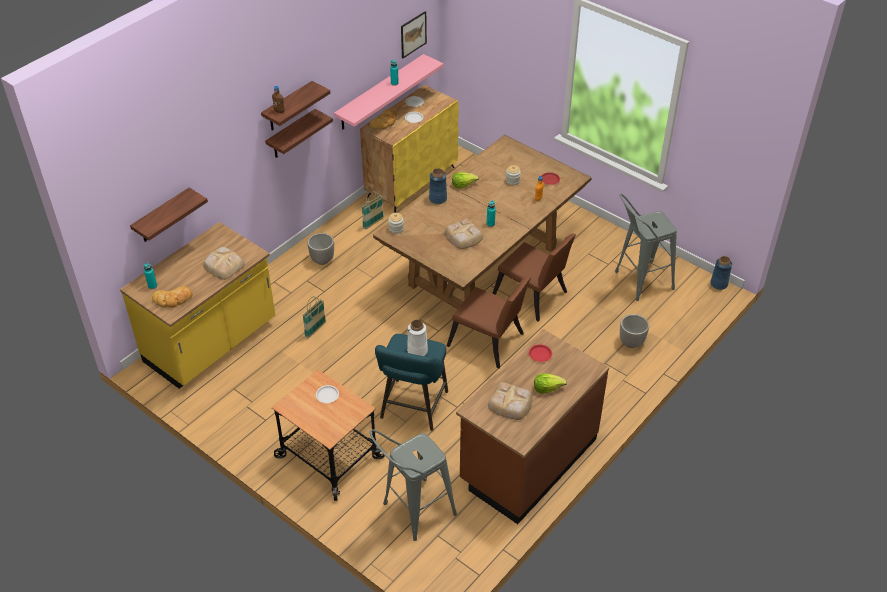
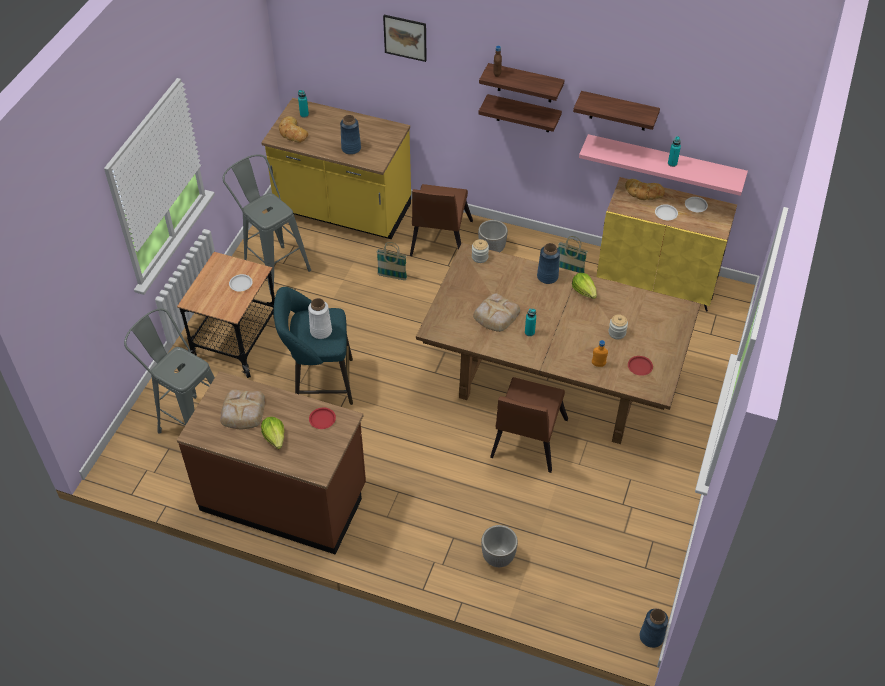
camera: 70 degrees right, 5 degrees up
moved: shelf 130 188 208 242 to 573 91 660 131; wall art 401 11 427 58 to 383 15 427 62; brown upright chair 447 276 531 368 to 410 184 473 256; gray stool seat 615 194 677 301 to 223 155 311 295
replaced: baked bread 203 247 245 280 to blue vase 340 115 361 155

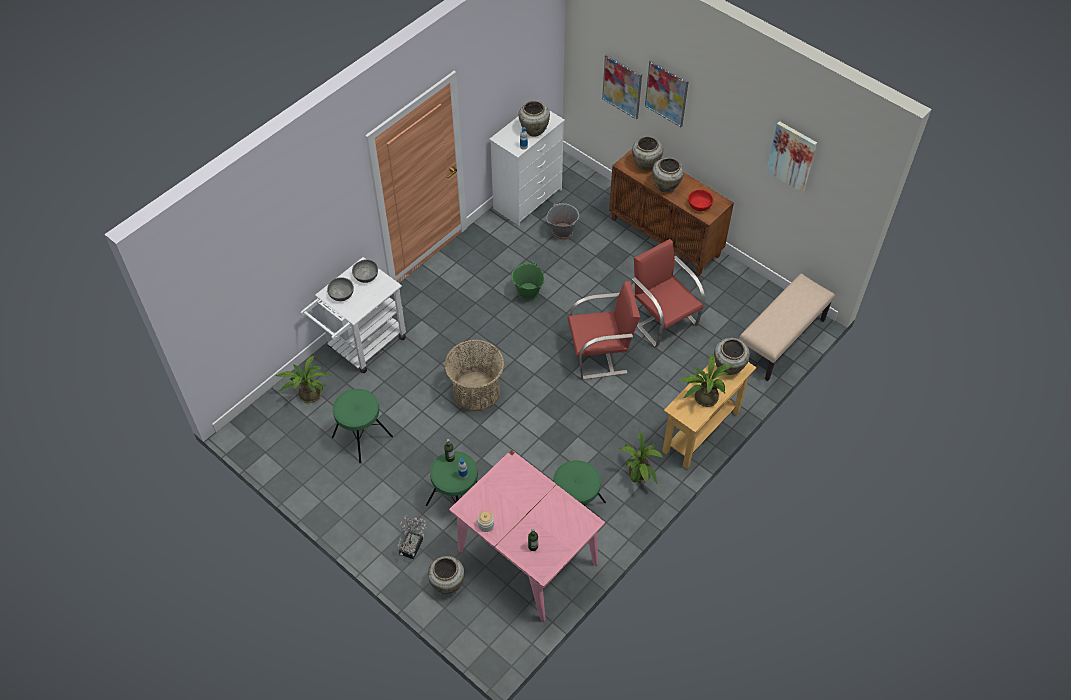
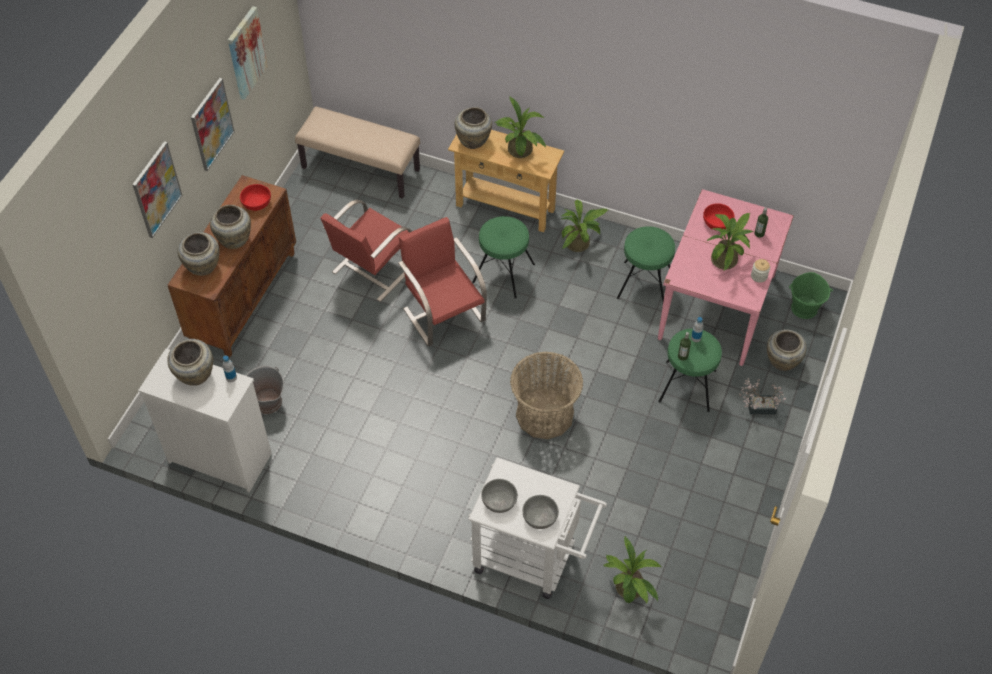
camera: 110 degrees left, 0 degrees up
added: red deep dish 703 203 735 230; plant in a pot 706 213 753 270
moved: green stool seat 332 389 393 463 to 472 216 535 299; green pail 511 263 544 302 to 789 272 833 319; wall art 602 54 642 120 to 191 78 235 171

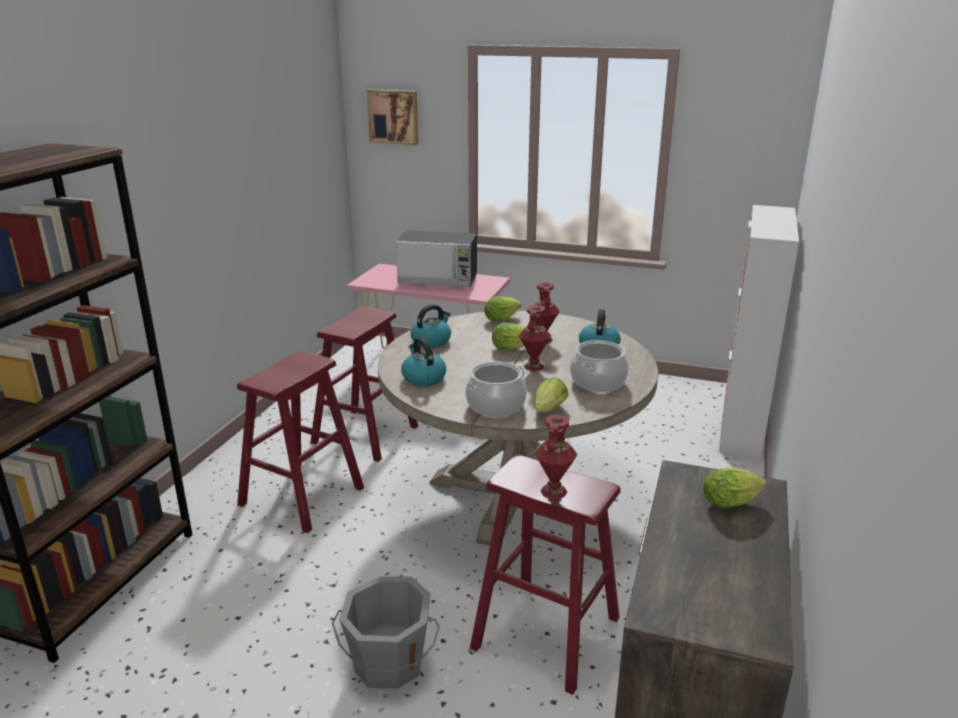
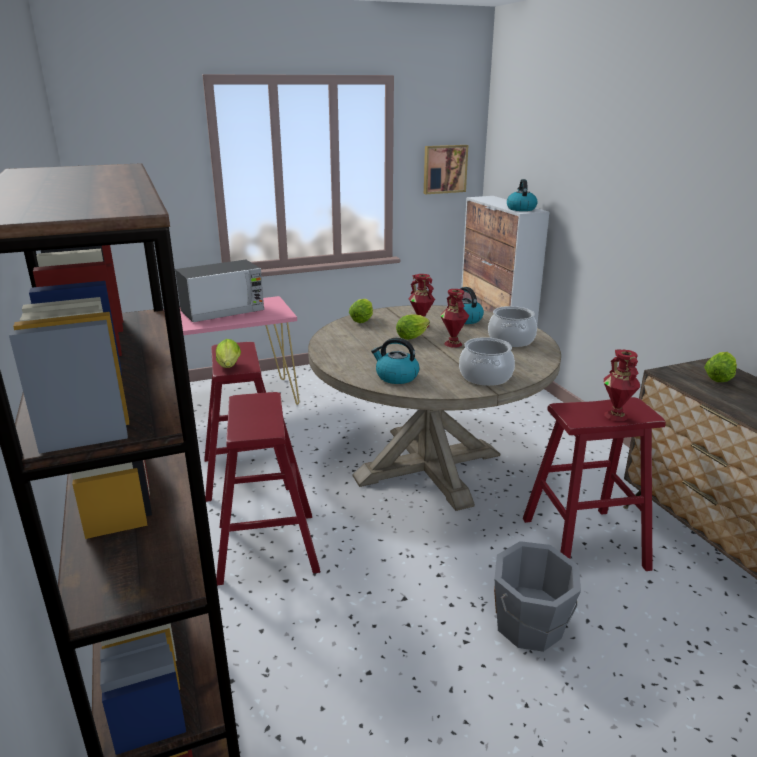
camera: 40 degrees left, 0 degrees up
moved: wall art 367 89 418 145 to 424 145 468 194; water kettle 410 304 451 348 to 507 179 538 211; lettuce head 535 377 569 412 to 216 339 241 368

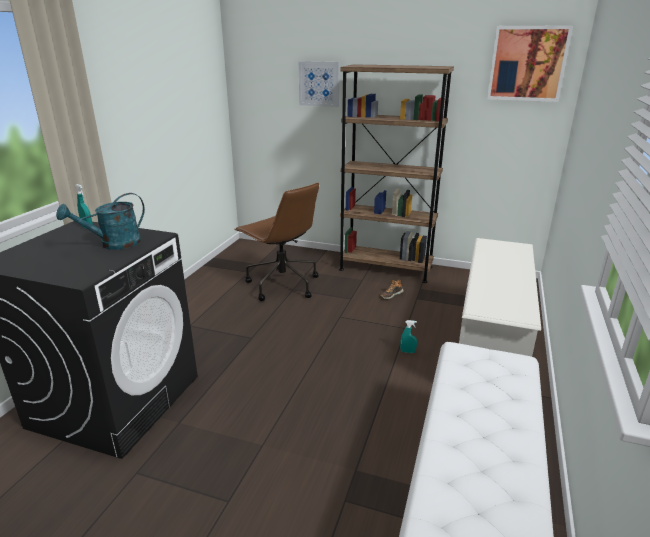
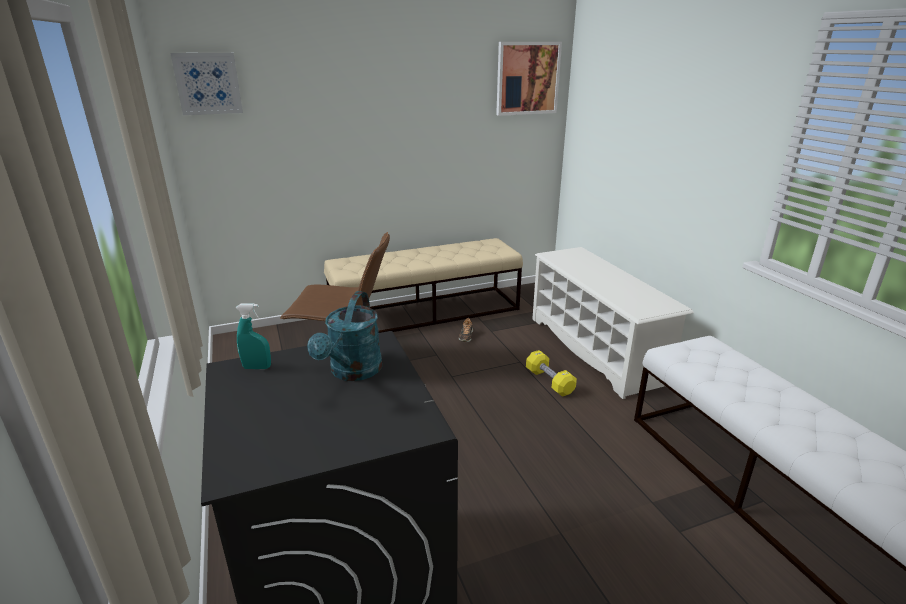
camera: 40 degrees left, 0 degrees up
moved: wall art 299 61 339 107 to 170 53 243 115
replaced: brown shelving unit 339 64 454 283 to sand-coloured long seat 324 238 523 333; blue-green hand sprayer 400 320 417 353 to yellow free weight 526 350 577 397

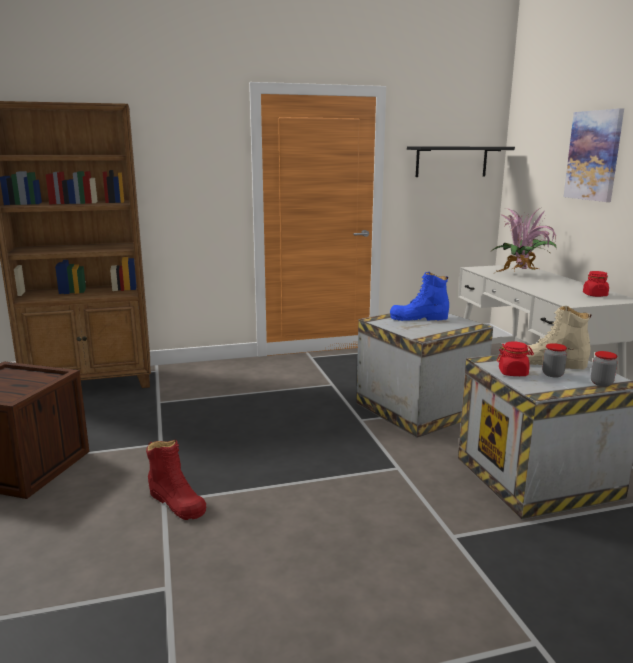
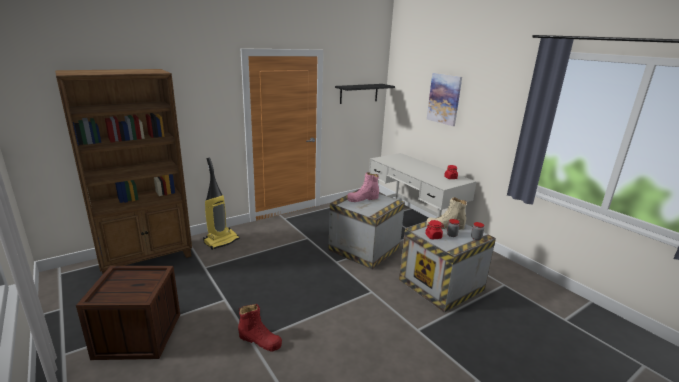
camera: 20 degrees left, 5 degrees up
removed: plant in a pot 491 208 557 273
added: hoover 203 158 240 250
recoloured: blue high-top boot 390 272 449 321 to pink high-top boot 347 172 379 202

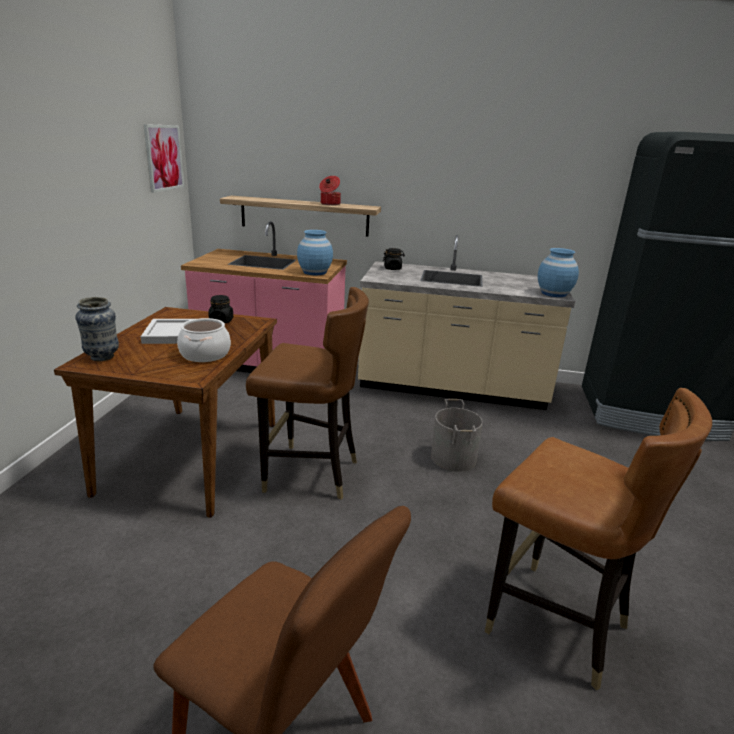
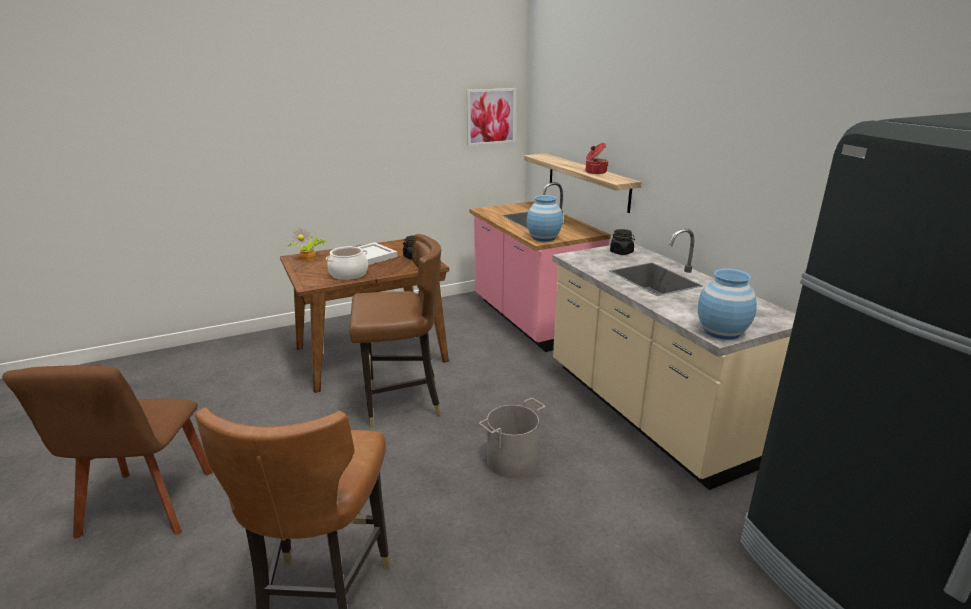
camera: 55 degrees right, 0 degrees up
replaced: vase 75 297 119 361 to plant in a pot 288 228 327 261
turned: brown upright chair 246 287 369 500 = 350 234 441 428 75 degrees counterclockwise

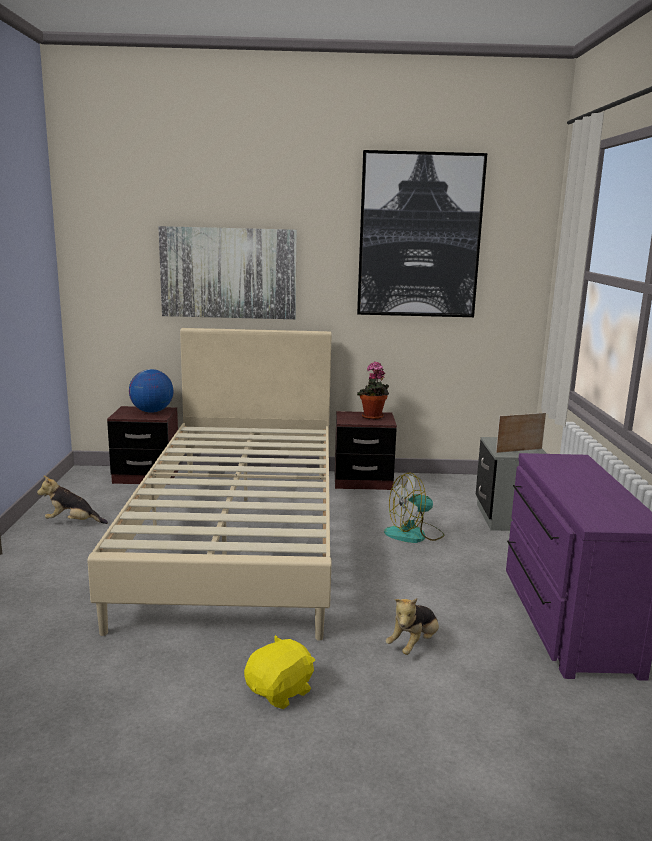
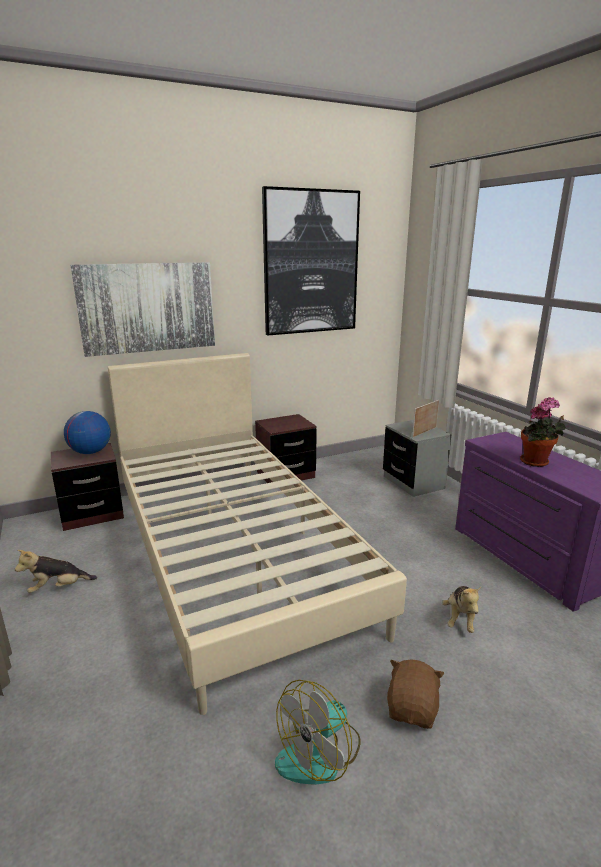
camera: 25 degrees left, 5 degrees up
moved: plant in a pot 357 362 389 420 to 520 397 566 467; fan 384 472 444 543 to 275 680 361 785
recoloured: yellow cuddly toy 244 635 315 709 to brown cuddly toy 387 659 445 729

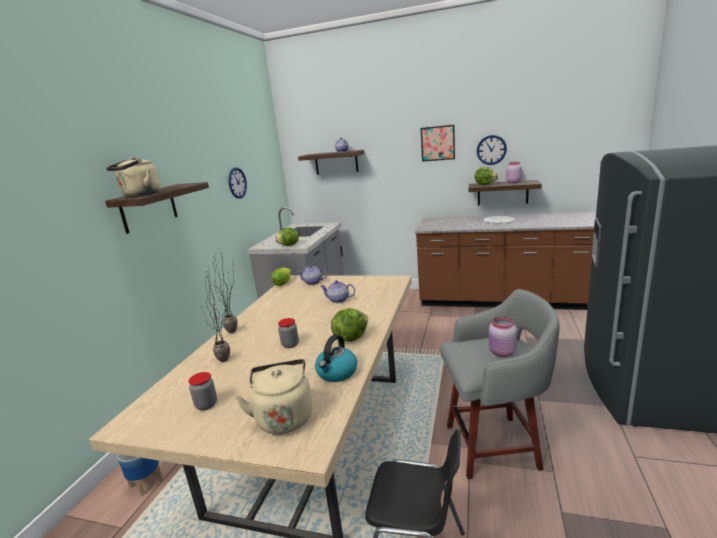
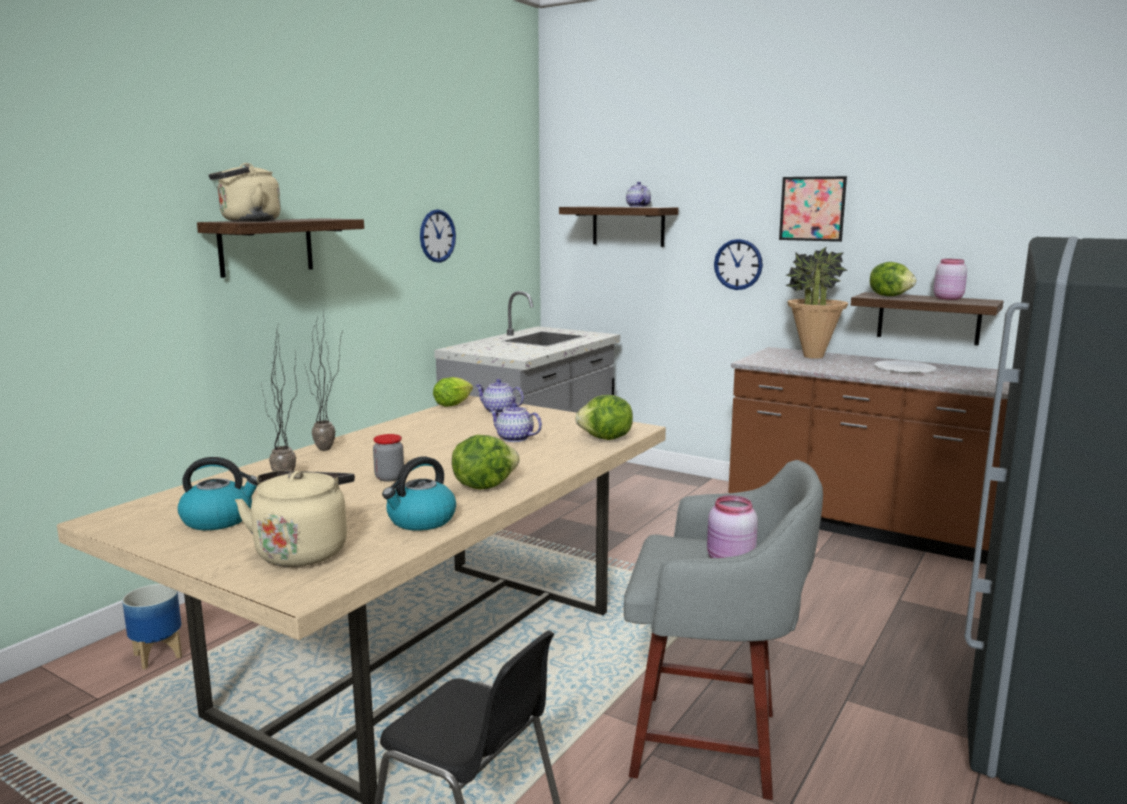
camera: 15 degrees right, 5 degrees down
added: plant in a pot 785 247 848 359
moved: lettuce head 275 228 299 246 to 575 395 633 440; clock on the wall 476 135 507 165 to 714 239 763 290
replaced: jar 188 372 217 410 to water kettle 177 457 258 530

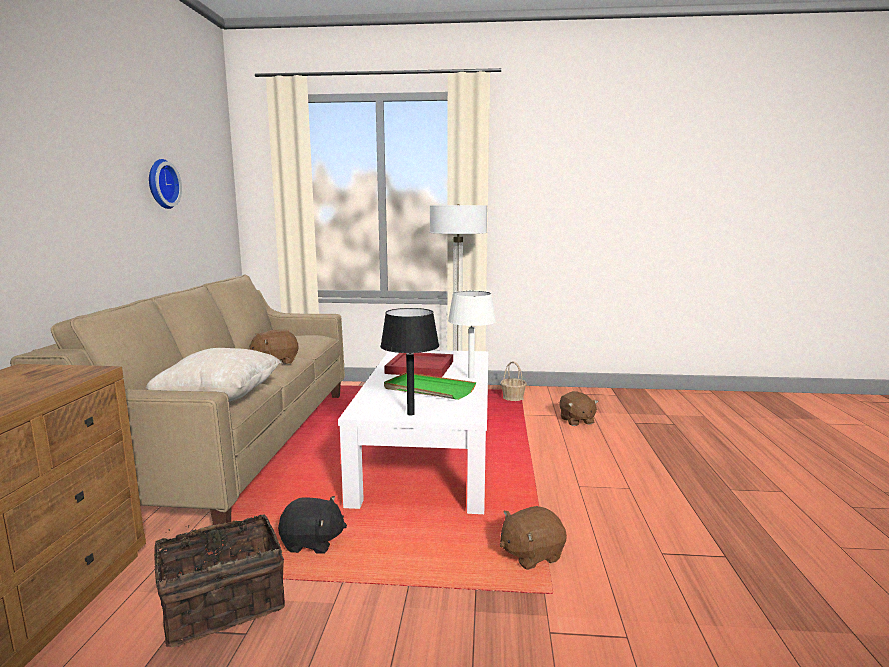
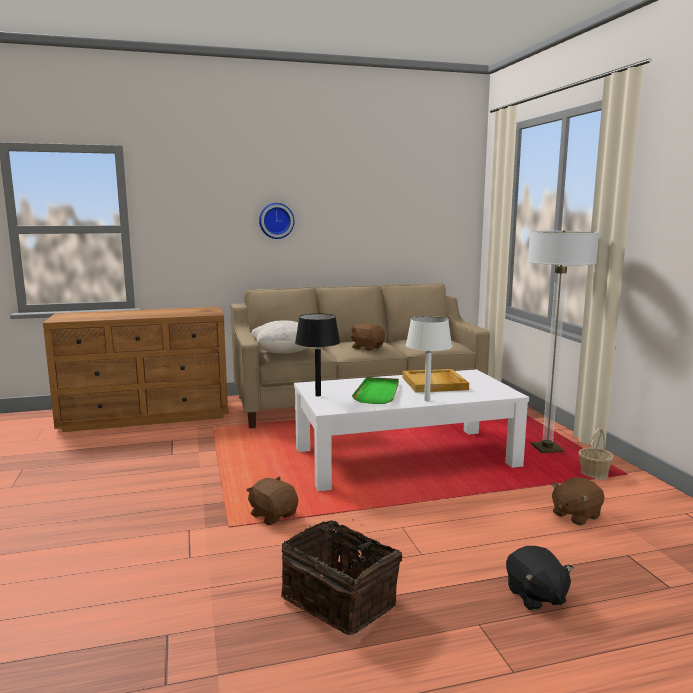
camera: 70 degrees right, 0 degrees up
moved: clock on the wall 149 159 182 209 to 259 203 294 239; household basket 154 514 285 647 to 281 519 402 635; blackish cuddly toy 278 496 347 554 to 506 546 574 611
recoloured: red tray 384 353 453 377 to sand-coloured tray 402 369 469 393

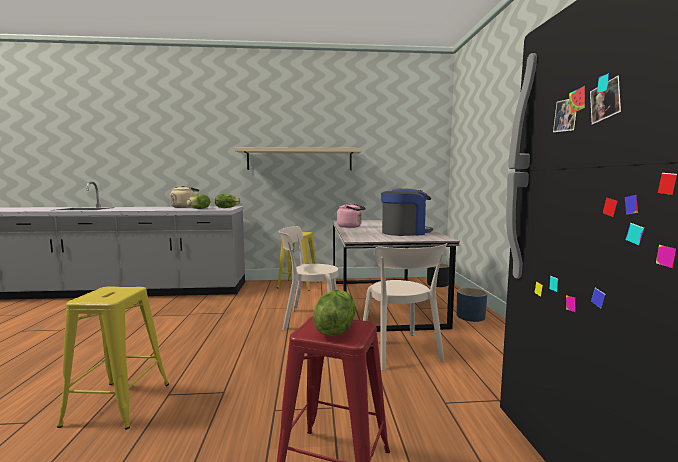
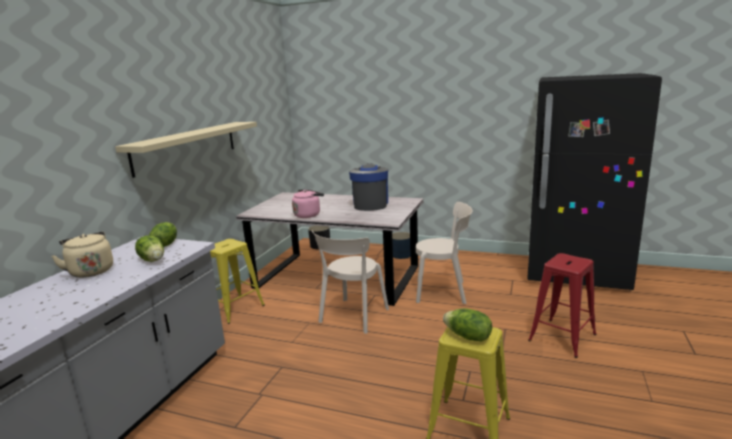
camera: 65 degrees left, 10 degrees up
moved: lettuce head 313 290 355 336 to 443 308 492 341

